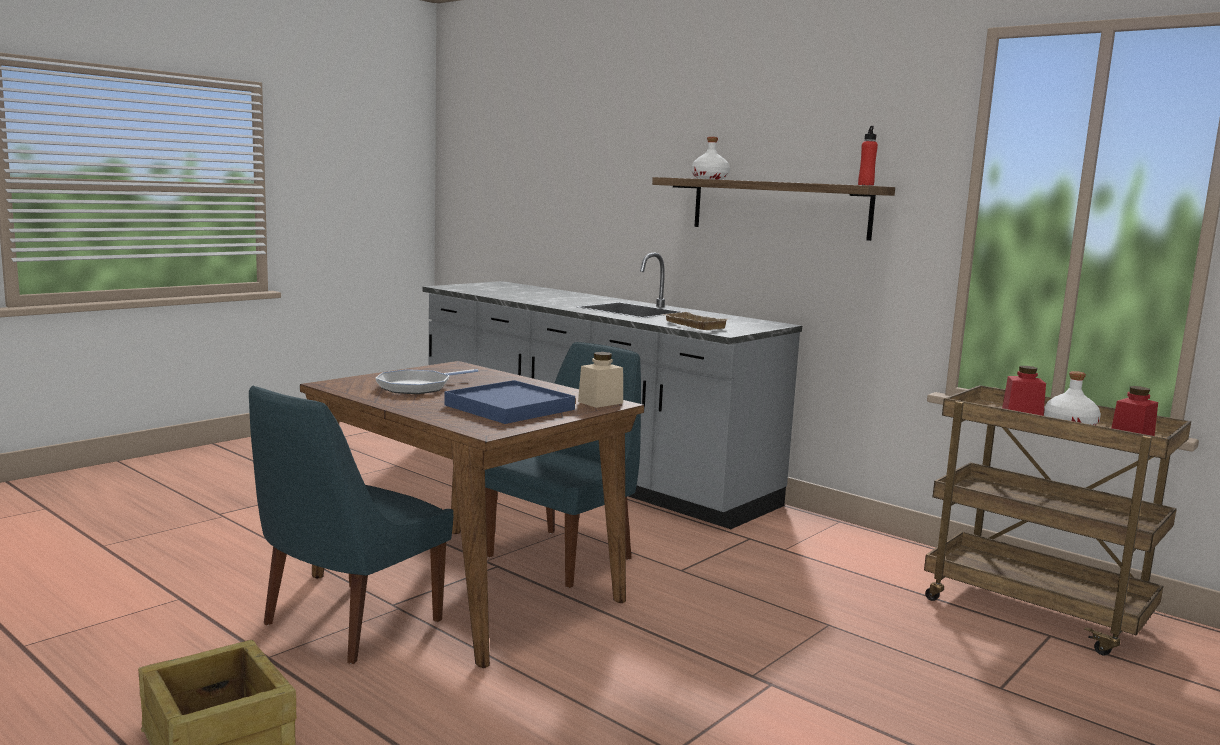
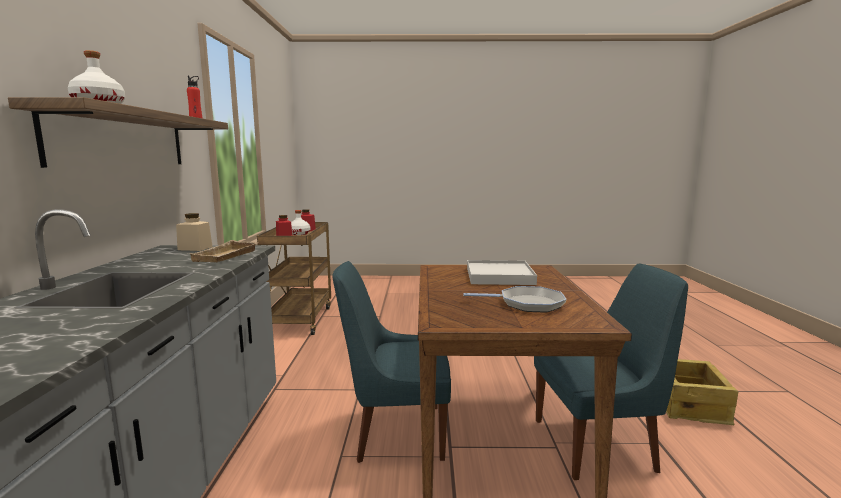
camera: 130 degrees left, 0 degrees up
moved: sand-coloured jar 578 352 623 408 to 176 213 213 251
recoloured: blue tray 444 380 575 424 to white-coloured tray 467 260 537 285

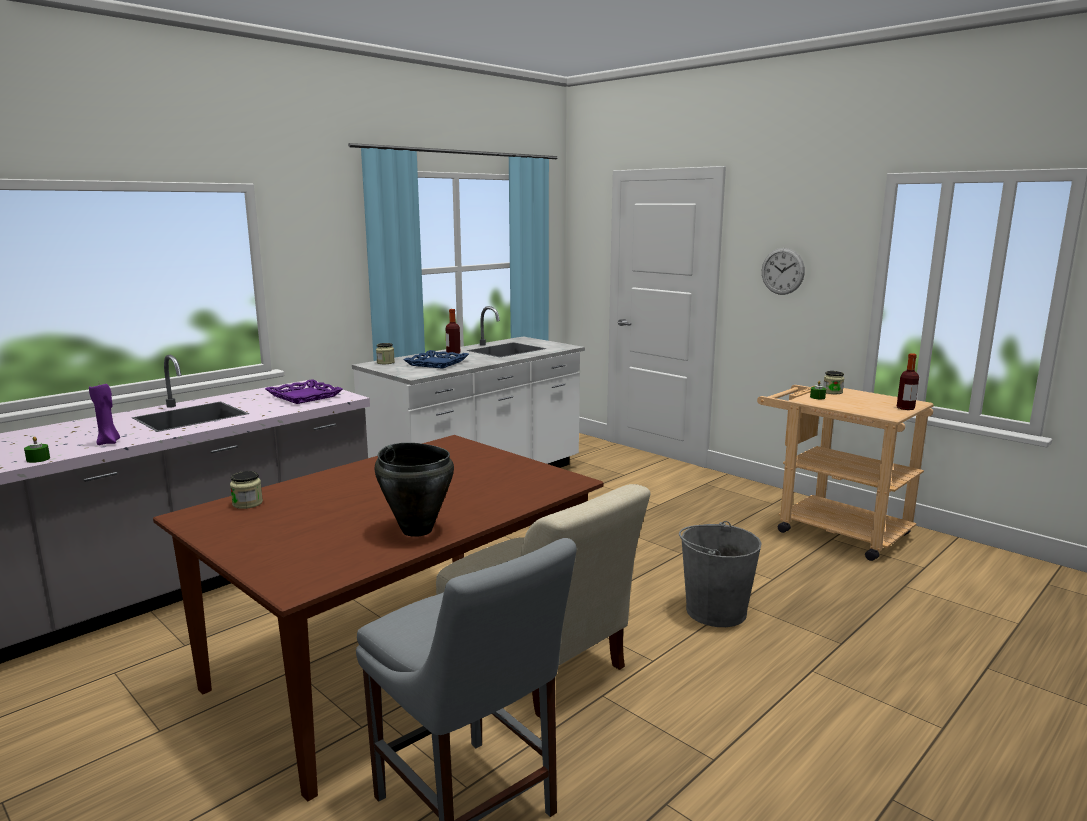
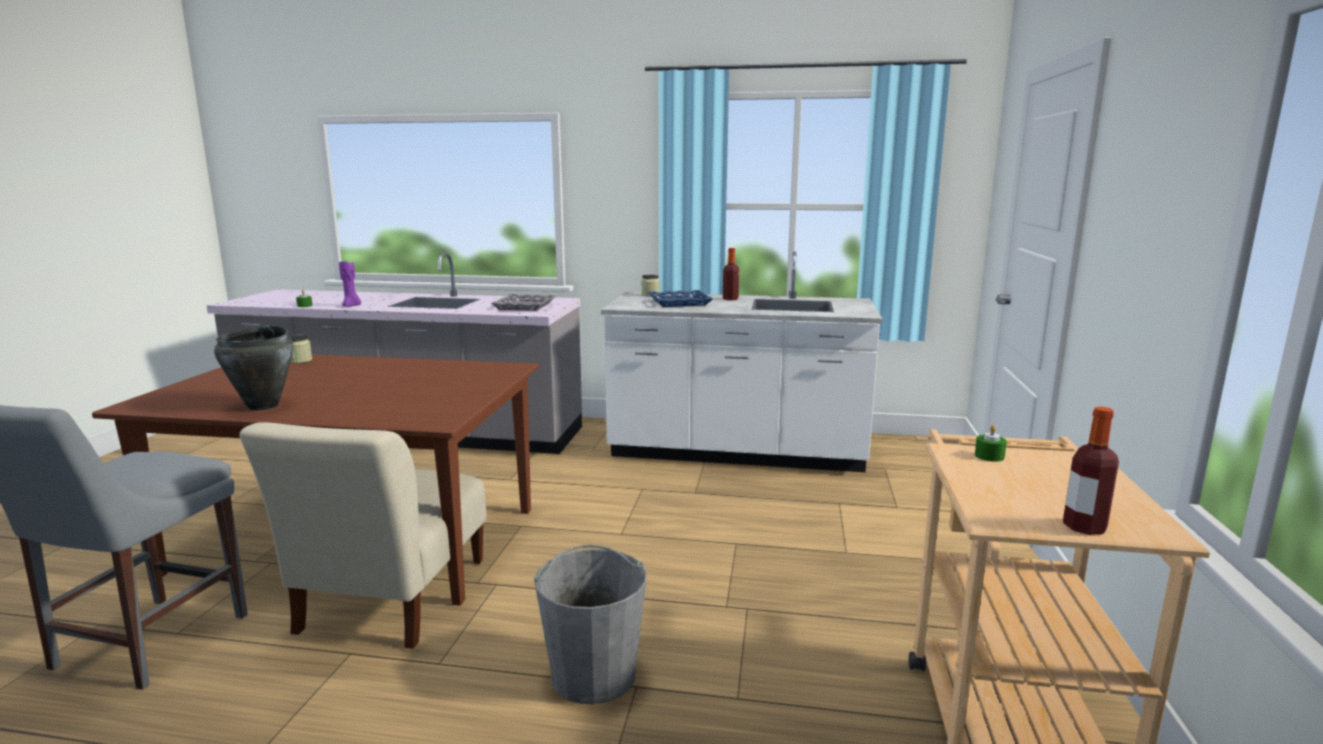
camera: 55 degrees right, 0 degrees up
removed: clock on the wall 762 248 805 295; jar 823 371 844 394
recoloured: purple-coloured tray 265 379 343 404 to gray tray 491 294 555 311

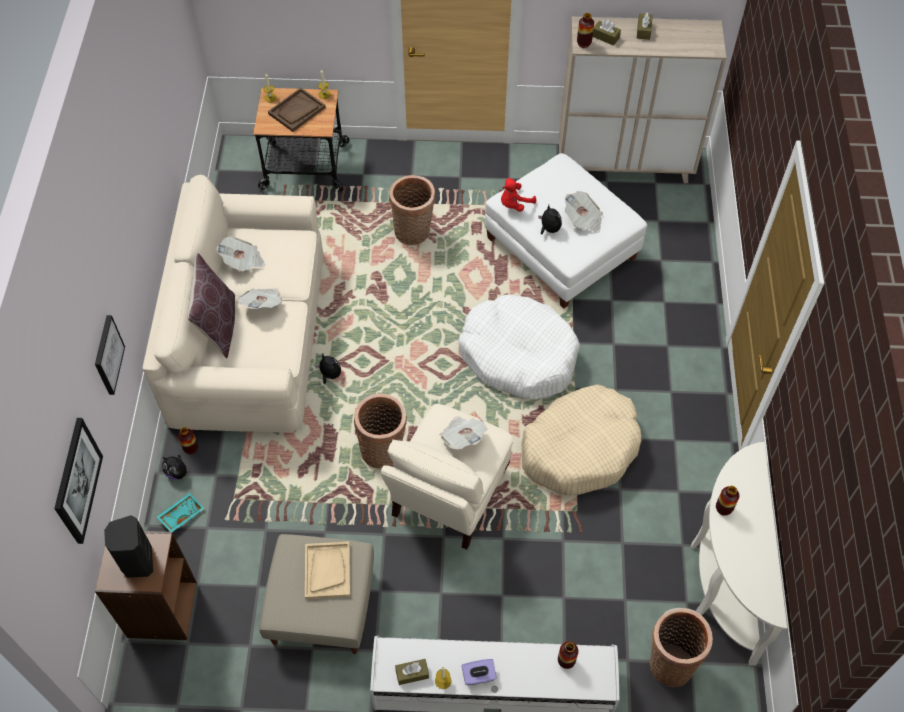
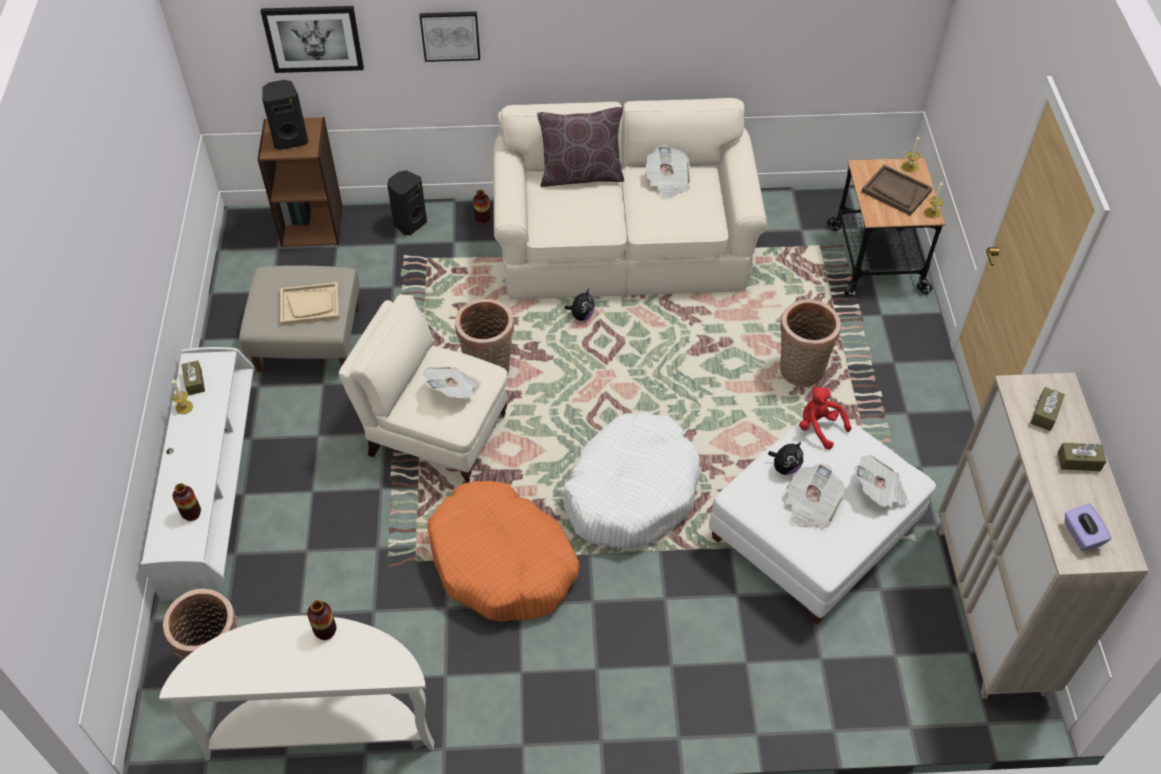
camera: 85 degrees right, 5 degrees down
removed: cuddly toy 162 455 191 480; vase 577 13 594 48
moved: newspaper 237 288 282 309 to 854 455 909 508; purple-coloured tissue box 462 659 496 685 to 1065 503 1111 551
replaced: blue-green tray 156 493 205 532 to blackish audio speaker 387 170 427 235
recoloured: sand-coloured dog bed 522 384 642 496 to orangey dog bed 427 481 580 622

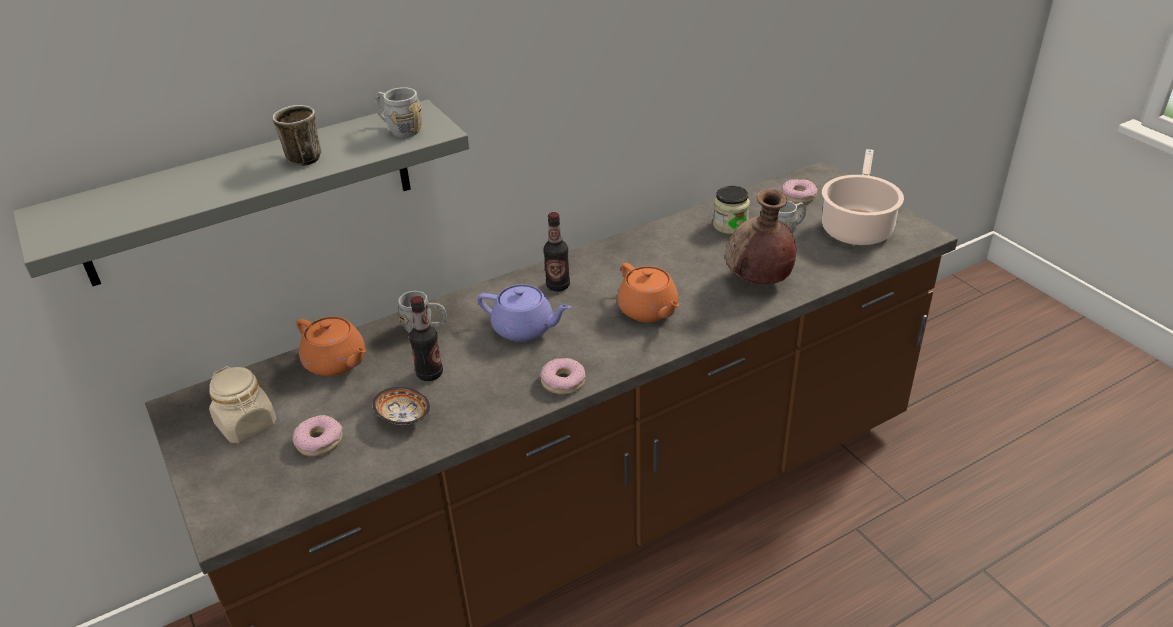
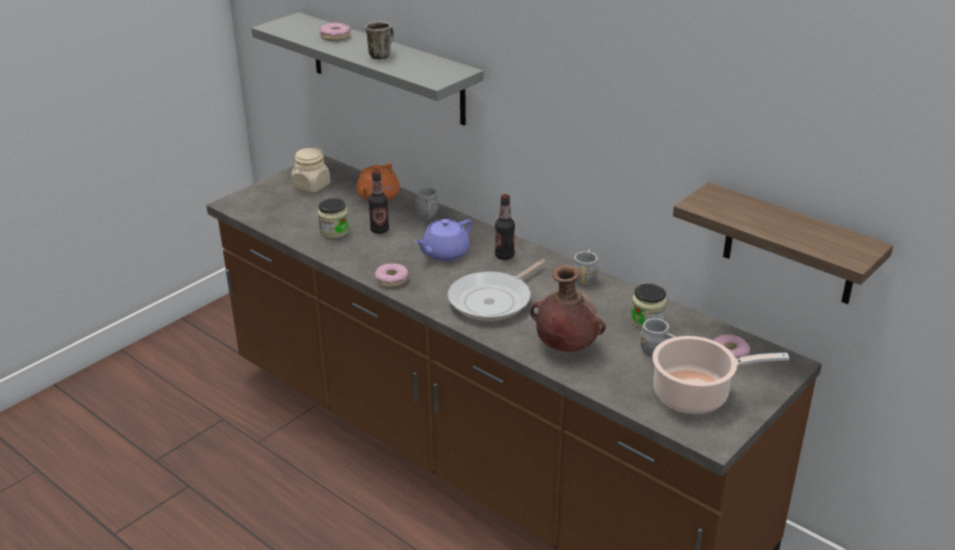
camera: 70 degrees right, 5 degrees down
added: shelf 673 182 893 304
moved: doughnut 292 415 343 457 to 319 23 351 41; gray coffee mug 374 87 422 138 to 573 249 598 286
replaced: deep dish 373 387 430 425 to jar 318 198 349 239; orangey teapot 617 263 679 322 to frying pan 448 259 545 321
turned: purple-coloured teapot 478 284 571 342 = 414 219 472 261 45 degrees clockwise

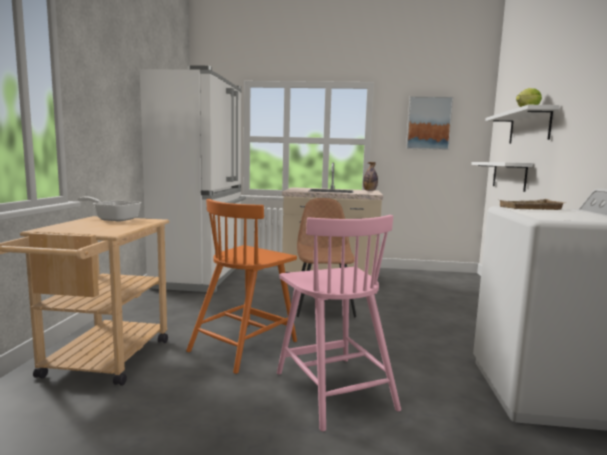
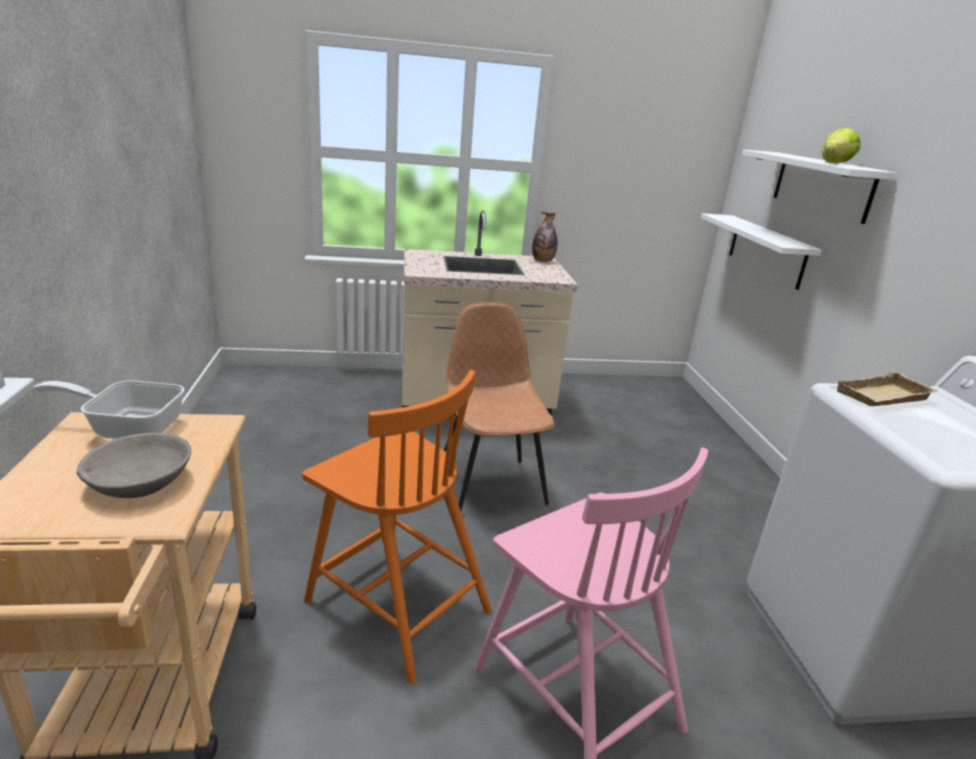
camera: 15 degrees left, 15 degrees up
removed: white-coloured kitchen fridge 140 66 246 293; wall art 406 96 453 150
added: gray deep dish 76 432 191 498
turned: orangey upright chair 186 199 297 374 = 302 370 492 683 75 degrees counterclockwise

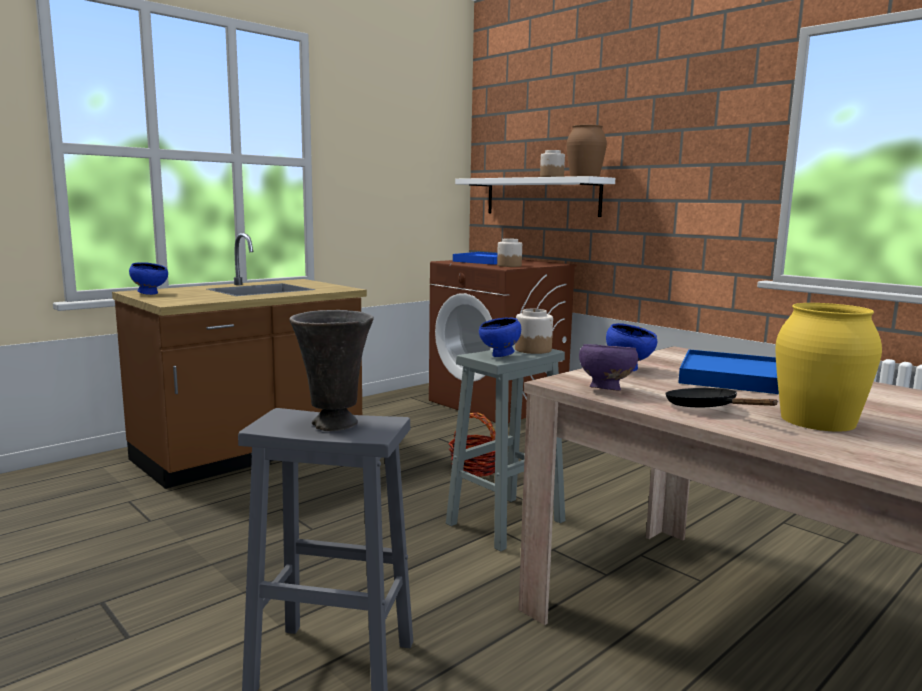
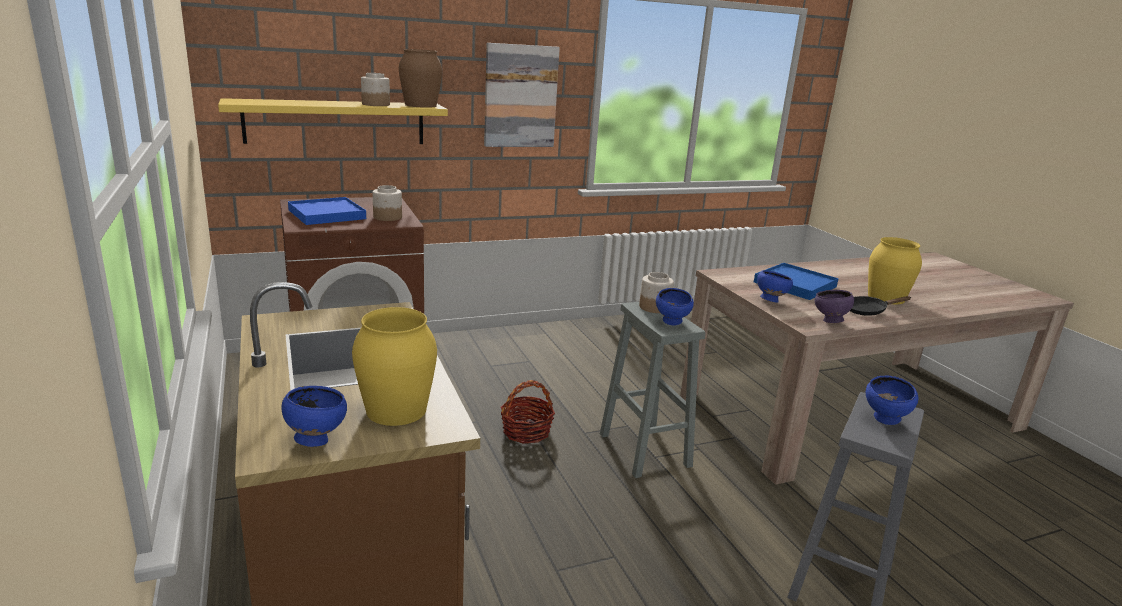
camera: 70 degrees left, 10 degrees up
added: yellow vase 352 307 437 426; wall art 484 43 560 147
replaced: gray vase 289 310 374 431 to blue deep dish 866 376 918 425
recoloured: white-coloured shelf 455 176 615 217 to yellow shelf 218 98 448 144

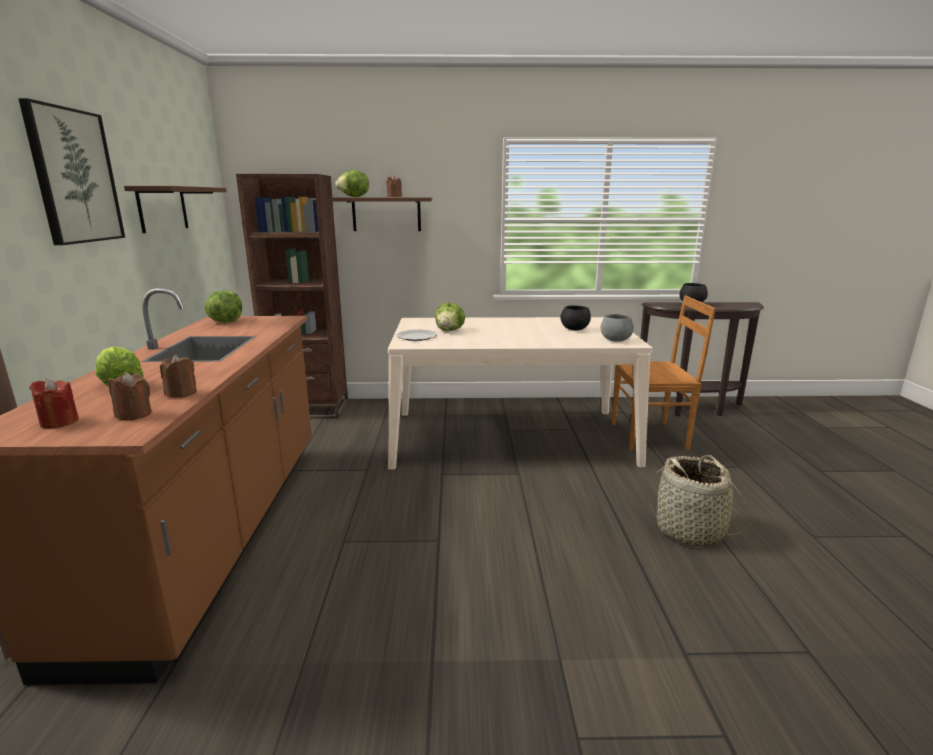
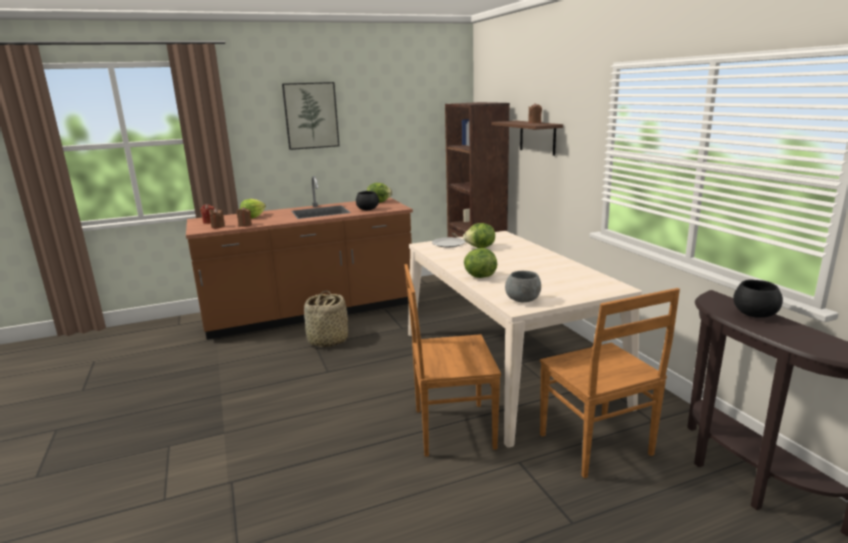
camera: 70 degrees right, 0 degrees up
removed: brown shelf 124 186 227 233
added: brown upright chair 404 264 501 457
moved: lettuce head 335 170 369 197 to 464 248 497 278; blackish deep dish 561 305 591 331 to 356 191 379 210; household basket 649 455 748 547 to 304 291 348 347

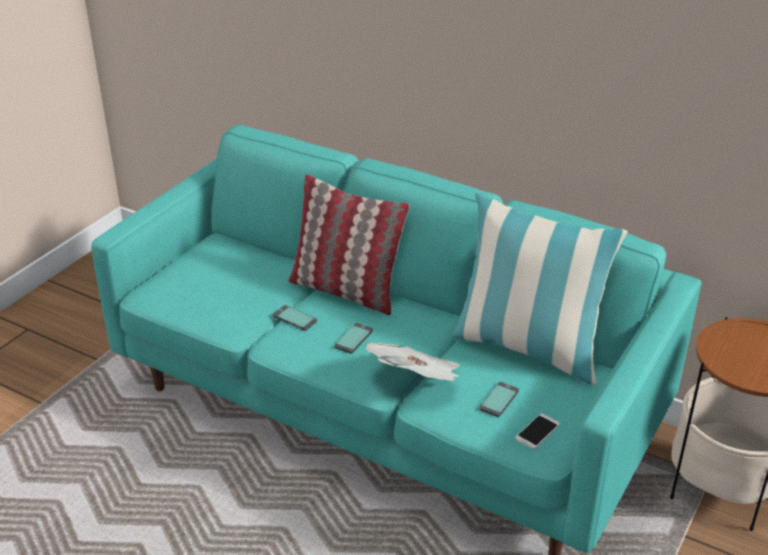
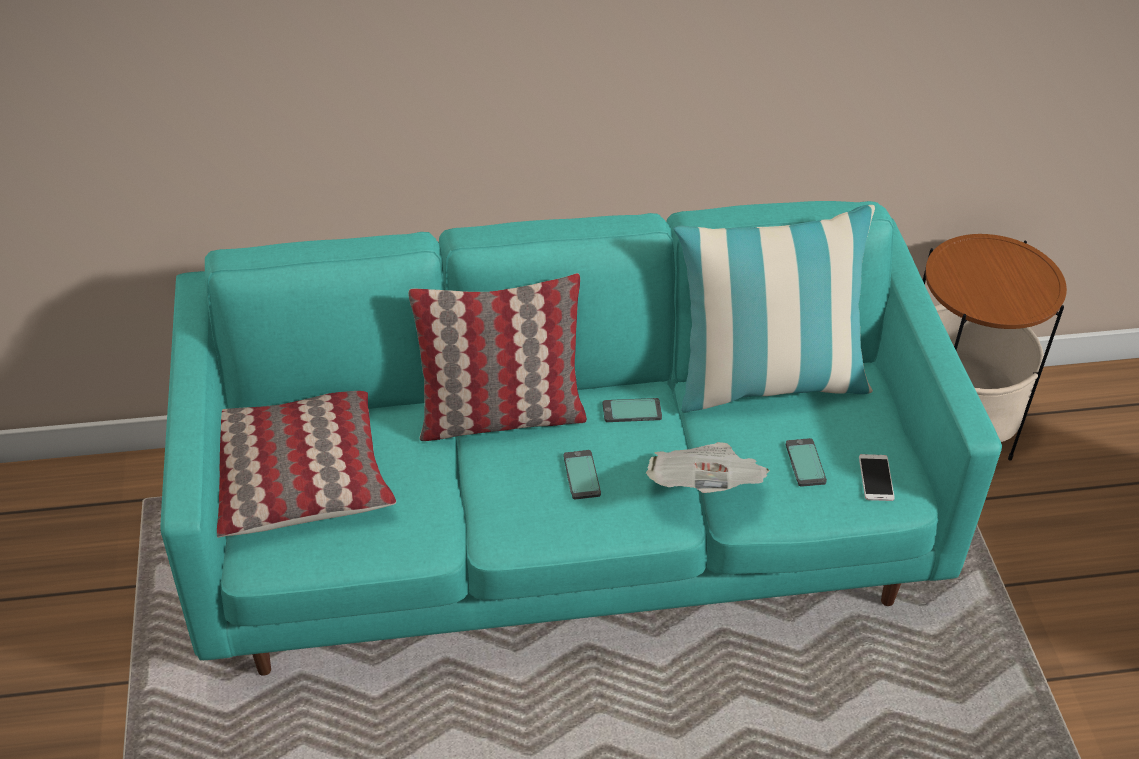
camera: 40 degrees left, 10 degrees up
added: throw pillow 217 391 396 538
moved: phone 273 305 317 331 to 603 398 662 422

